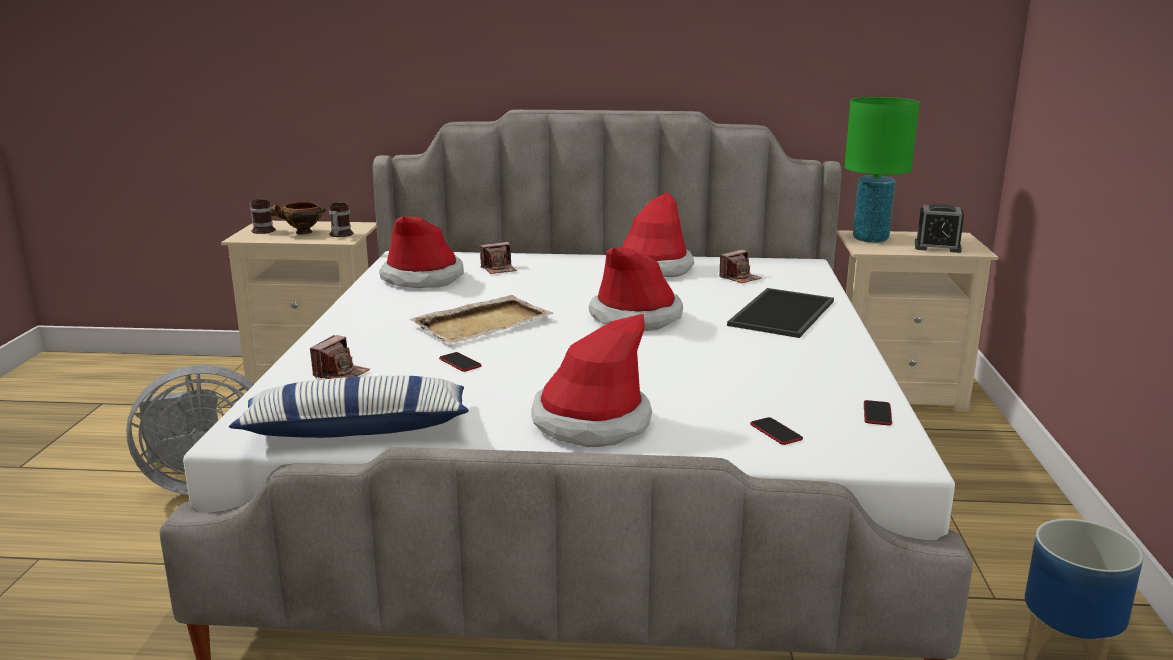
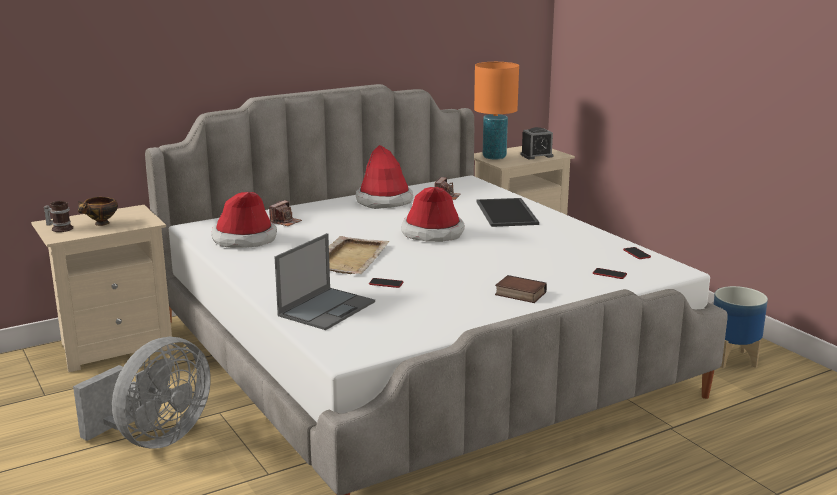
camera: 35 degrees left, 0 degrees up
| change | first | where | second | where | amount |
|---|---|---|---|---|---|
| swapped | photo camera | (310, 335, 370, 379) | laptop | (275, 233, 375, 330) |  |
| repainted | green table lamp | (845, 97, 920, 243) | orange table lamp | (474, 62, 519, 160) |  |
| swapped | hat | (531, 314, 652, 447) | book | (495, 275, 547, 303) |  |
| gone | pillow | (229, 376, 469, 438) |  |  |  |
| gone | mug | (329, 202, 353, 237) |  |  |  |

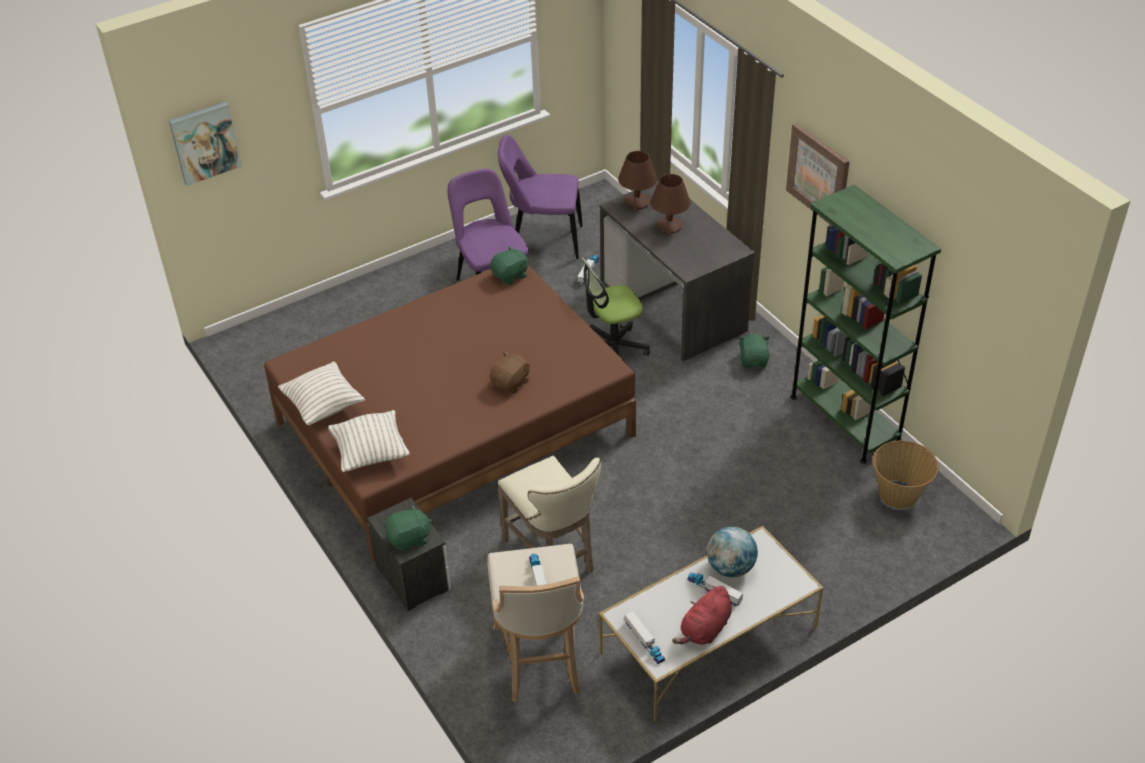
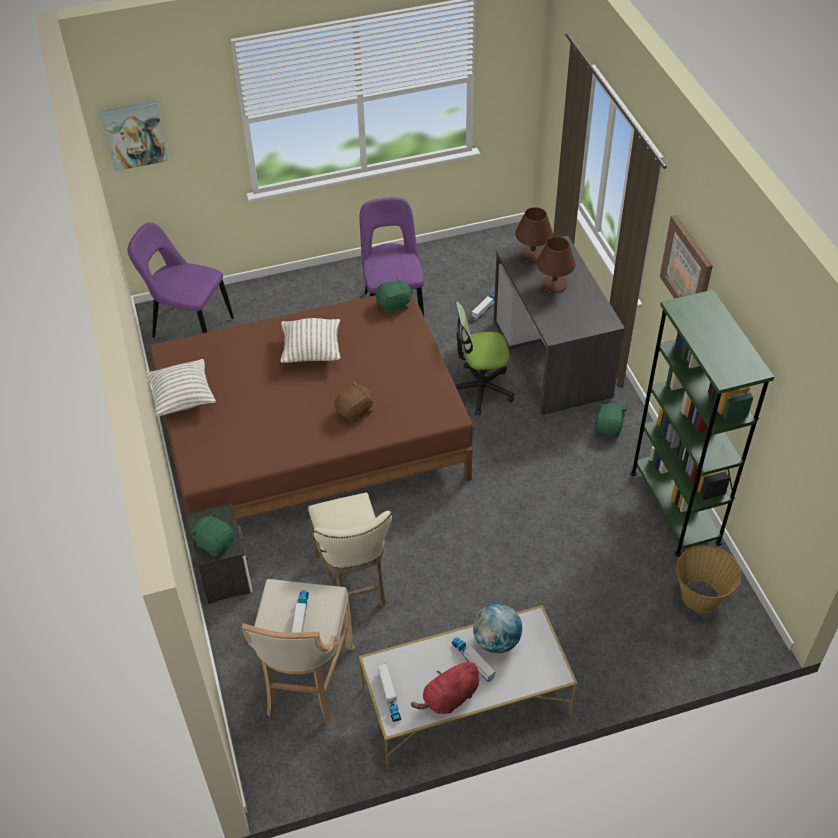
camera: 15 degrees right, 5 degrees up
| change | first | where | second | where | amount |
|---|---|---|---|---|---|
| shifted | purple chair | (498, 135, 583, 259) |  | (127, 222, 234, 338) |  |
| rotated | green plush toy | (385, 505, 433, 552) |  | (191, 512, 234, 557) | 135 degrees counterclockwise |
| shifted | pillow | (328, 410, 410, 472) |  | (281, 318, 341, 363) |  |

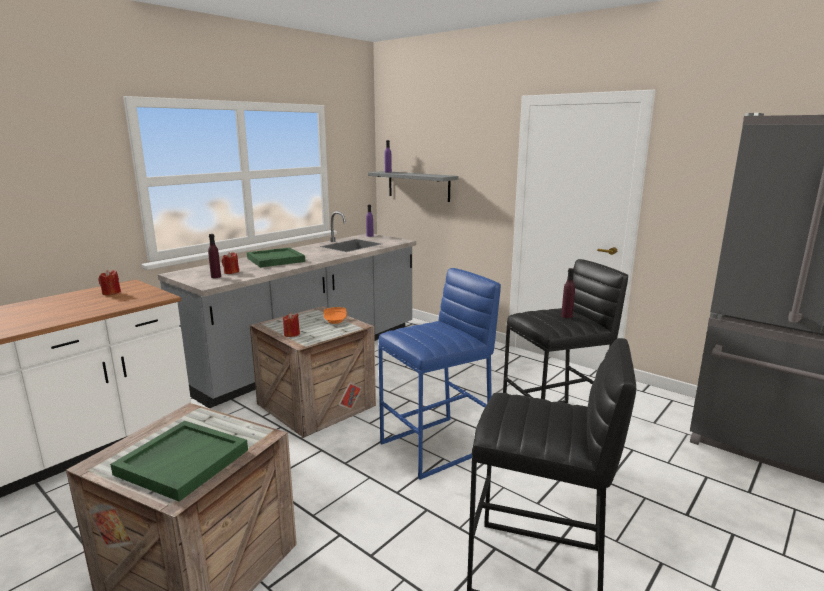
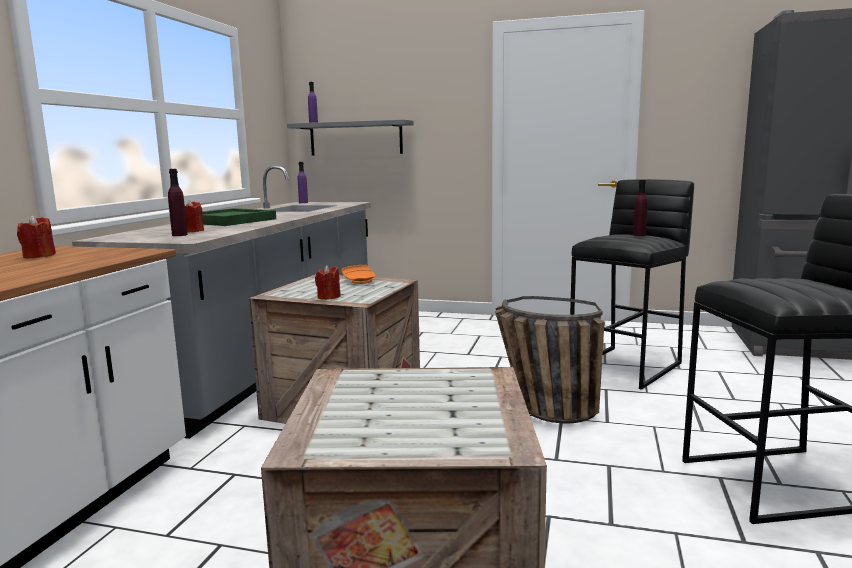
camera: 25 degrees left, 5 degrees down
| change | first | where | second | where | amount |
|---|---|---|---|---|---|
| swapped | blue stool | (378, 268, 501, 480) | basket | (495, 296, 605, 423) |  |
| gone | green tray | (110, 421, 248, 501) |  |  |  |

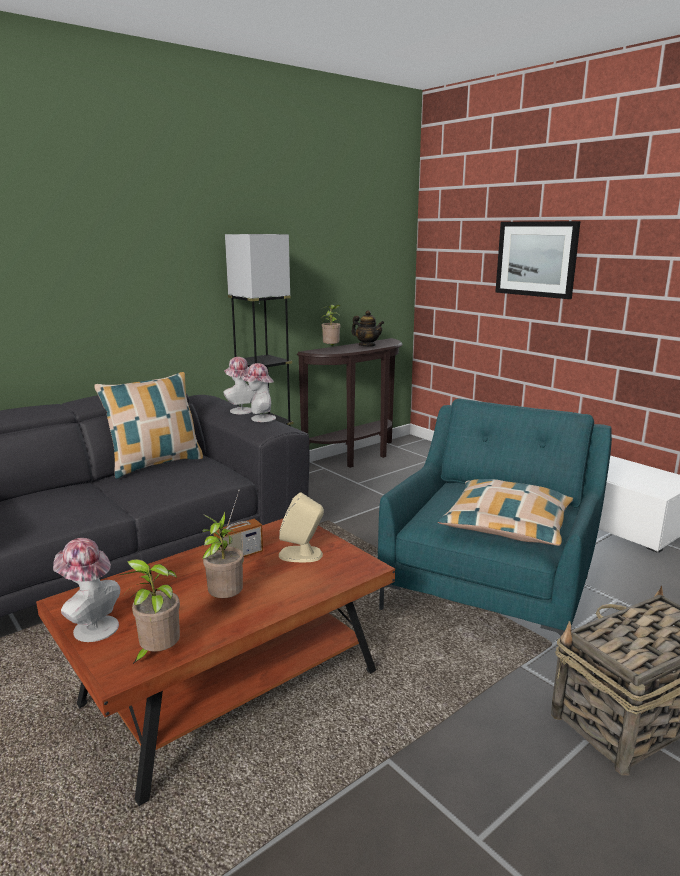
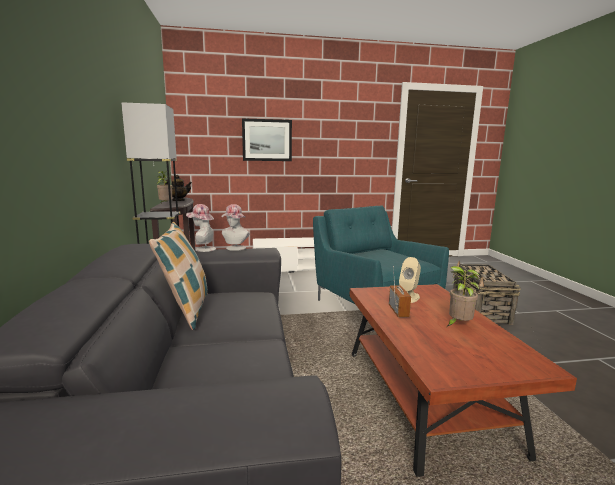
camera: 60 degrees left, 5 degrees down
| change | first | where | second | where | amount |
|---|---|---|---|---|---|
| gone | hat | (53, 538, 120, 642) |  |  |  |
| gone | potted plant | (117, 559, 180, 664) |  |  |  |
| gone | pillow | (438, 479, 573, 546) |  |  |  |

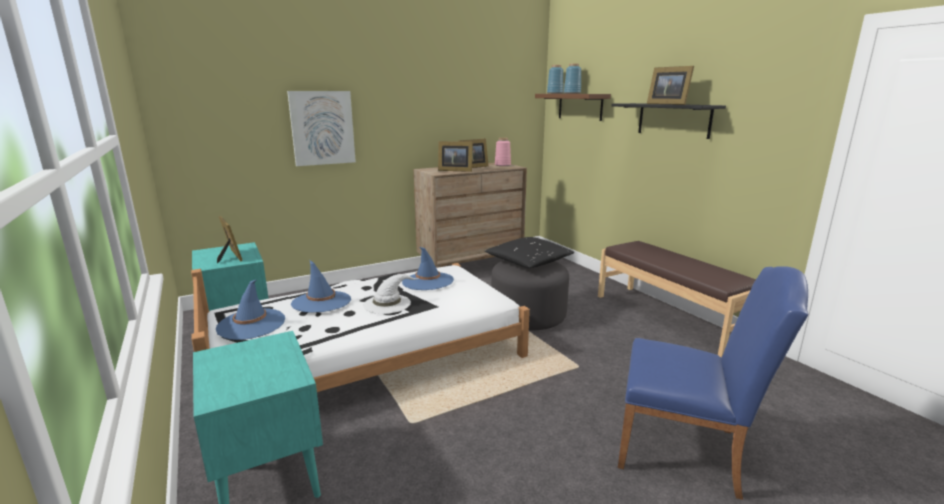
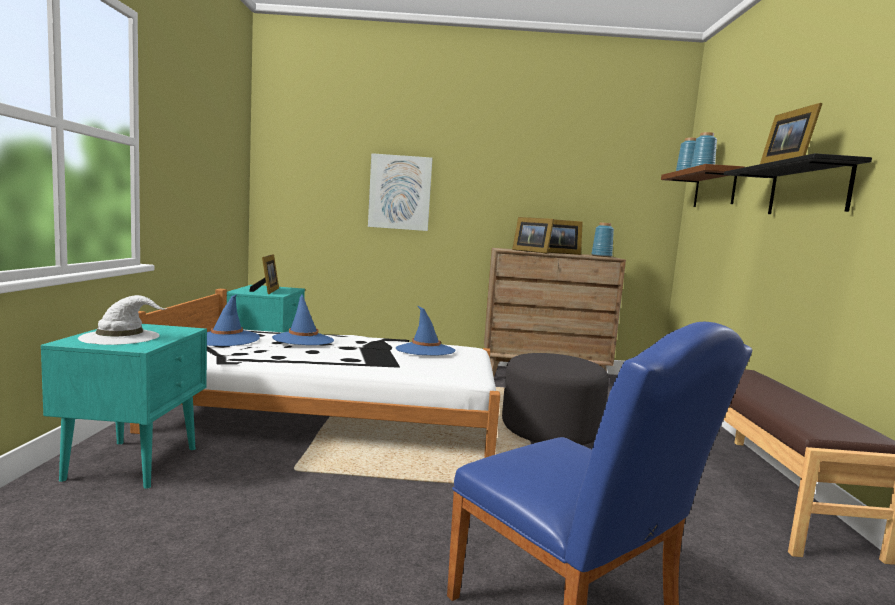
camera: 30 degrees right, 10 degrees down
| change | first | where | second | where | amount |
|---|---|---|---|---|---|
| shifted | white hat | (363, 274, 418, 314) |  | (78, 295, 168, 345) |  |
| repainted | pink vase | (495, 138, 511, 166) | blue vase | (591, 223, 614, 257) |  |
| gone | black pillow | (485, 237, 575, 268) |  |  |  |

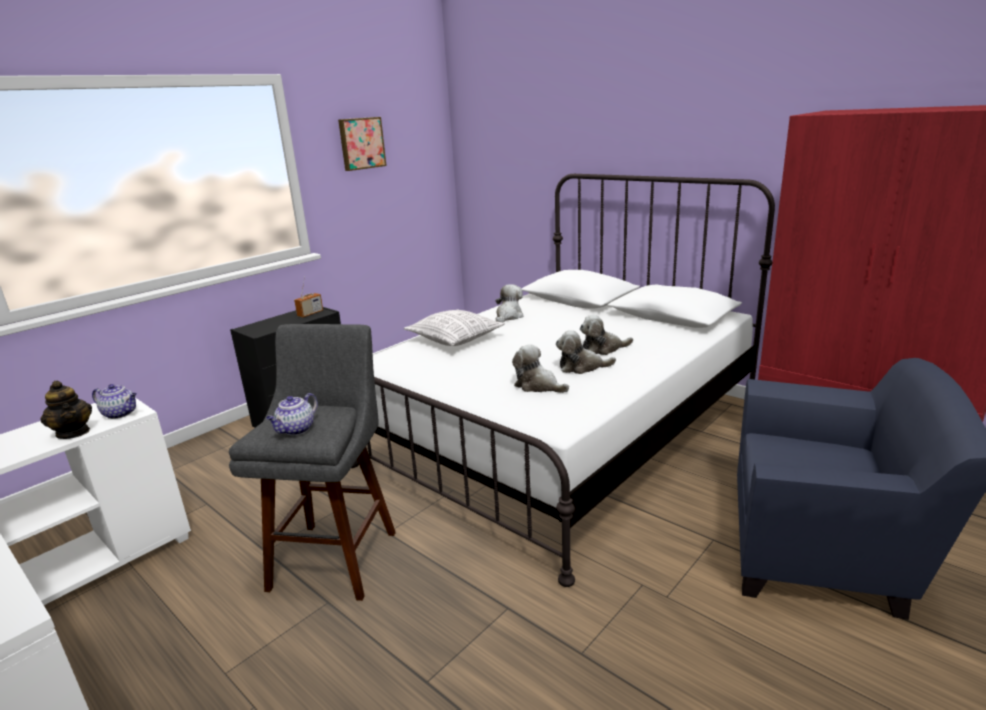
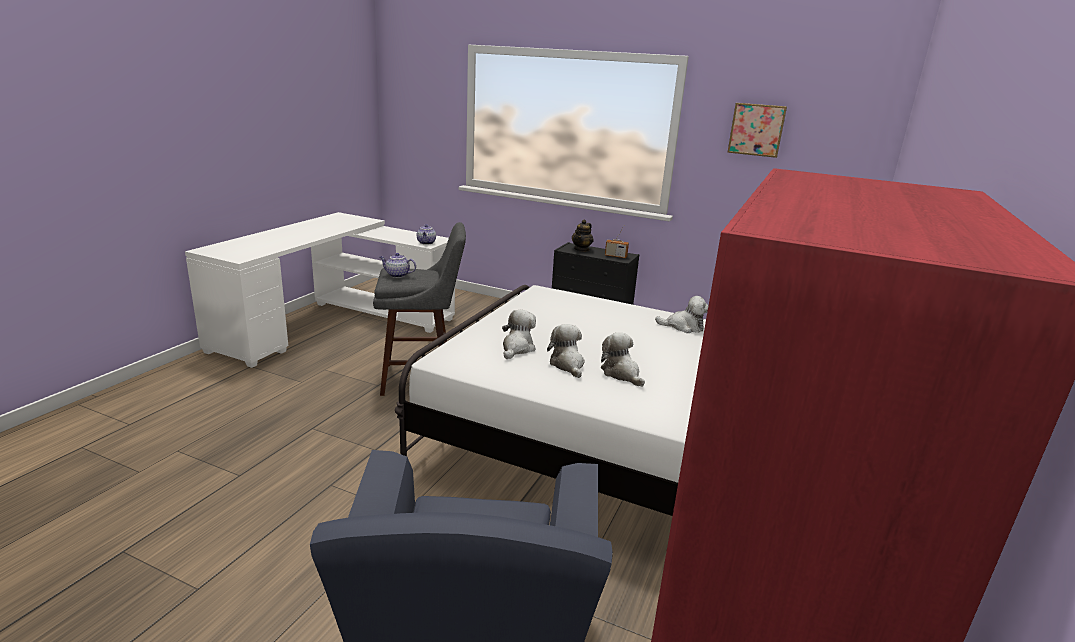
camera: 70 degrees right, 0 degrees up
| change | first | where | second | where | amount |
|---|---|---|---|---|---|
| shifted | teapot | (40, 381, 92, 439) |  | (572, 219, 593, 252) |  |
| gone | pillow | (404, 310, 505, 346) |  |  |  |

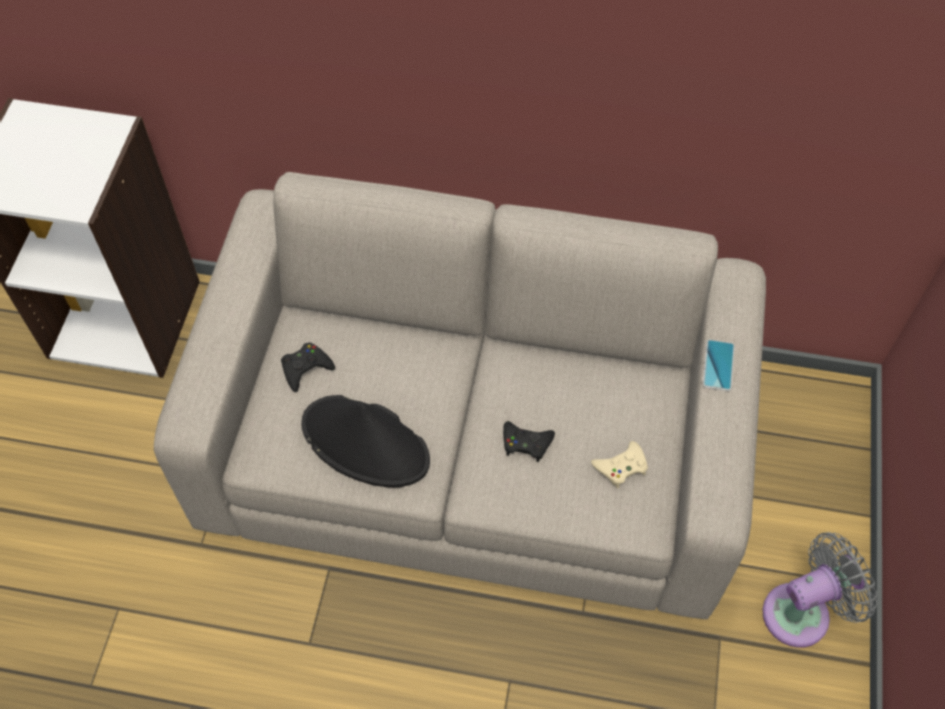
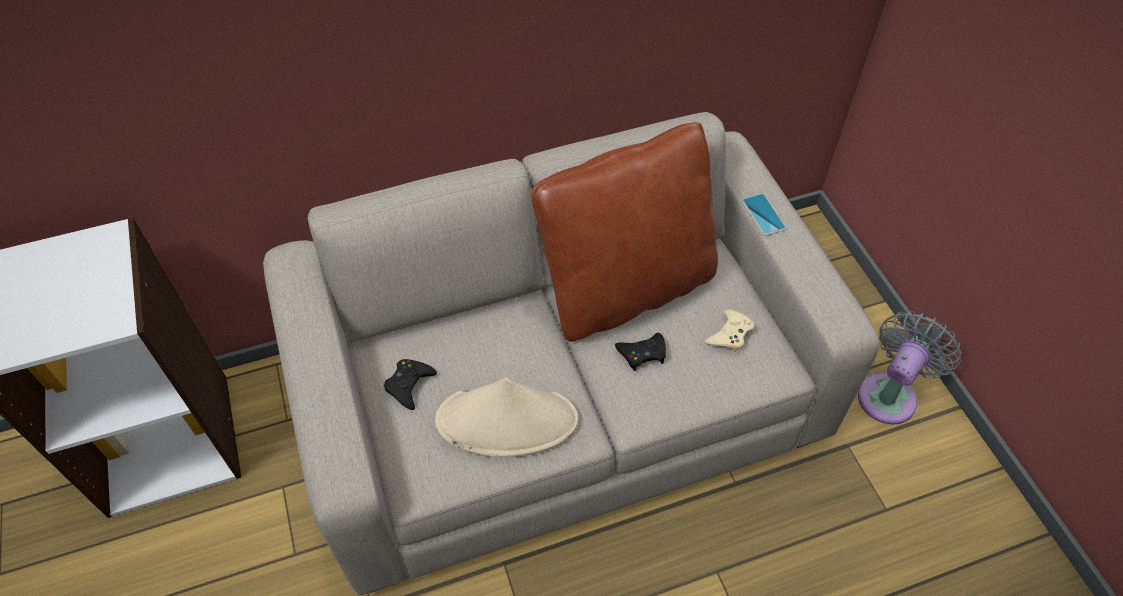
camera: 30 degrees left, 5 degrees down
| change | first | where | second | where | amount |
|---|---|---|---|---|---|
| repainted | black hat | (301, 395, 430, 488) | beige hat | (435, 378, 578, 458) |  |
| new |  |  | brown pillow | (531, 122, 718, 342) |  |

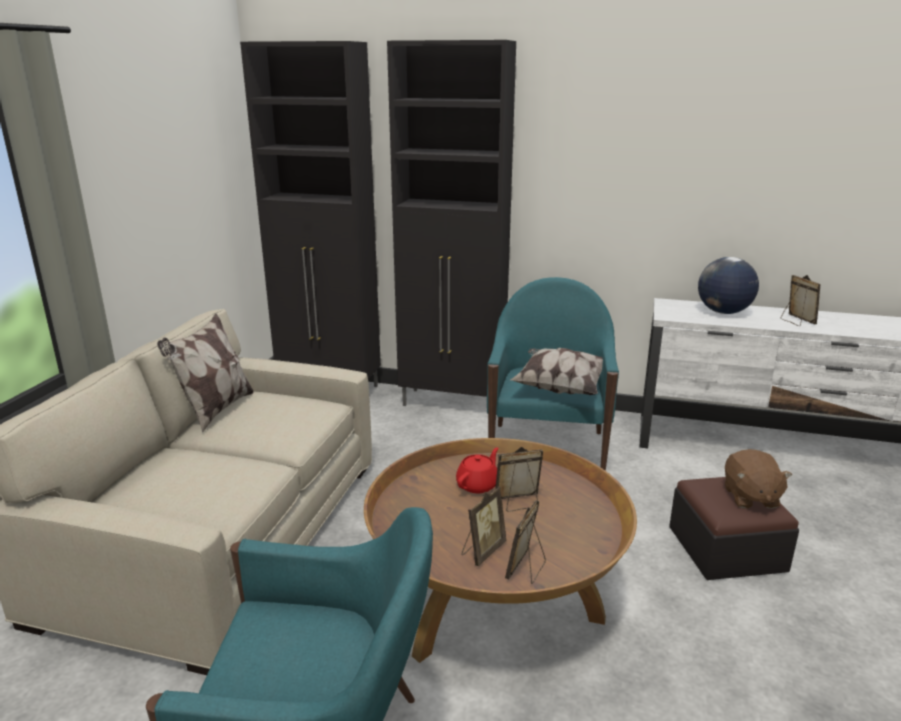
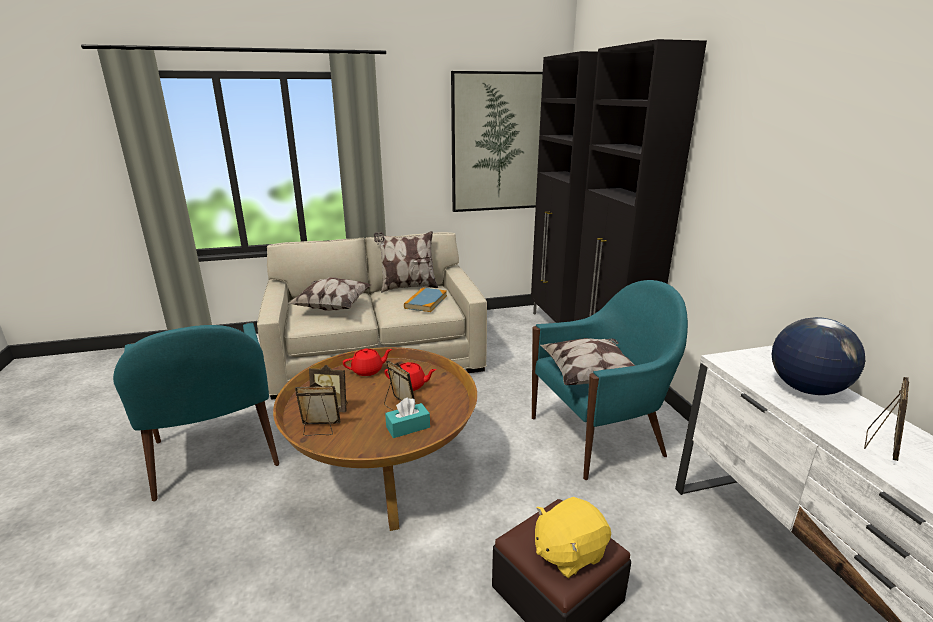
camera: 60 degrees right, 0 degrees up
| change | first | where | second | where | amount |
|---|---|---|---|---|---|
| new |  |  | pillow | (287, 277, 371, 311) |  |
| new |  |  | red teapot | (343, 348, 392, 376) |  |
| new |  |  | turquoise tissue box | (385, 397, 430, 438) |  |
| new |  |  | book | (404, 287, 447, 312) |  |
| new |  |  | picture | (451, 71, 543, 212) |  |
| repainted | brown plush toy | (725, 449, 792, 508) | yellow plush toy | (535, 497, 611, 578) |  |

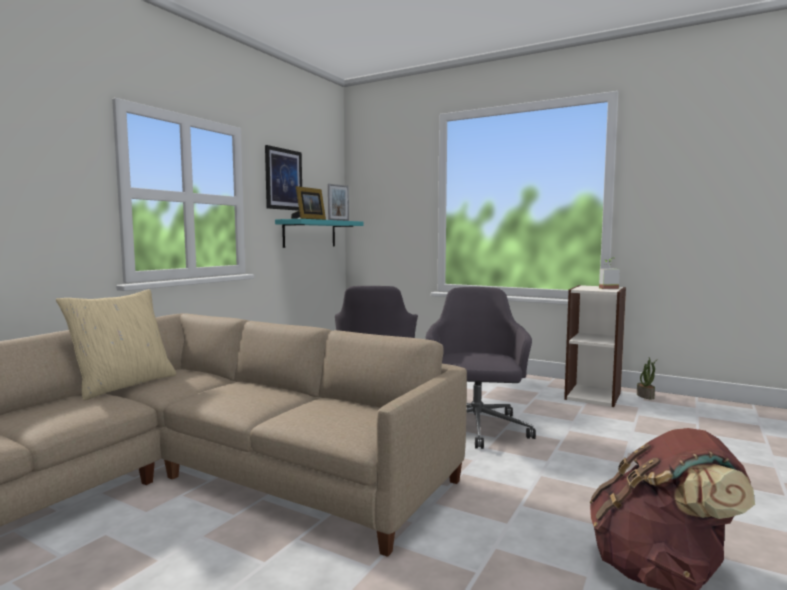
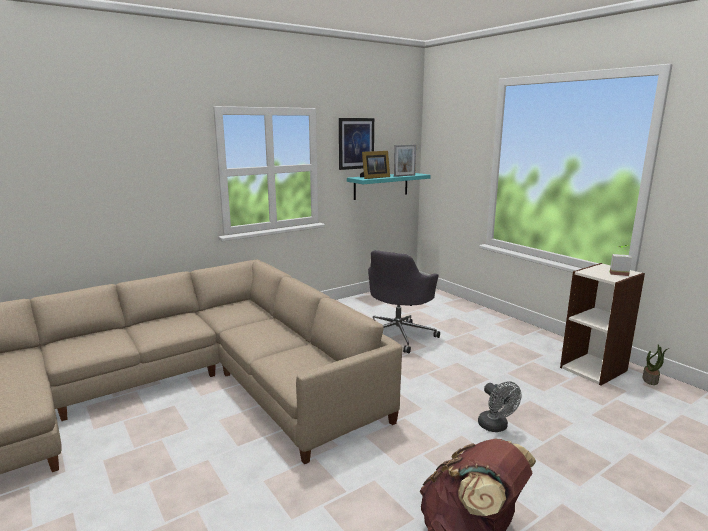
camera: 25 degrees right, 10 degrees up
| change | first | where | second | where | amount |
|---|---|---|---|---|---|
| new |  |  | grey fan | (478, 381, 521, 432) |  |
| gone | beige pillow | (56, 289, 176, 401) |  |  |  |
| gone | grey office chair | (426, 287, 536, 449) |  |  |  |

